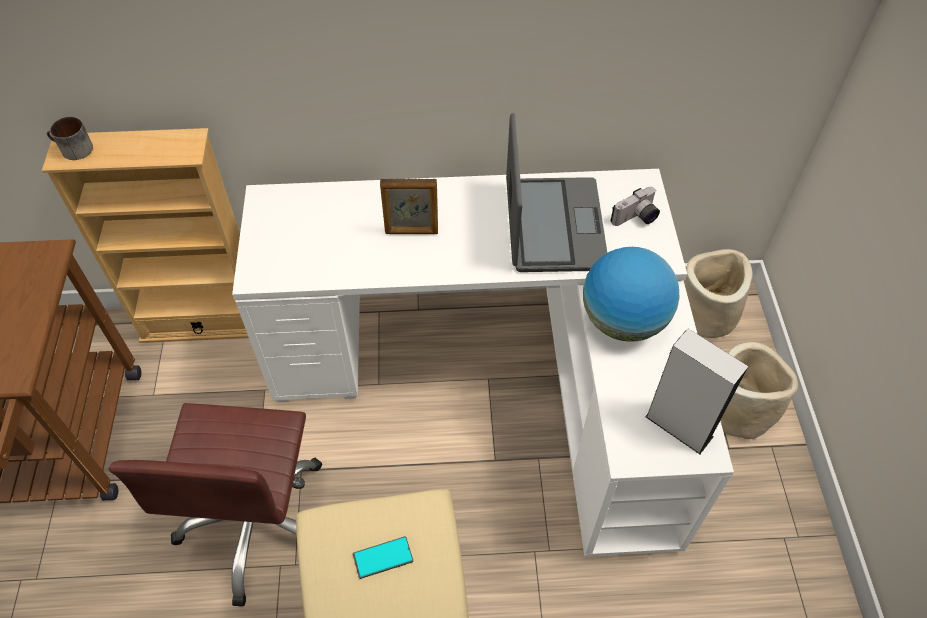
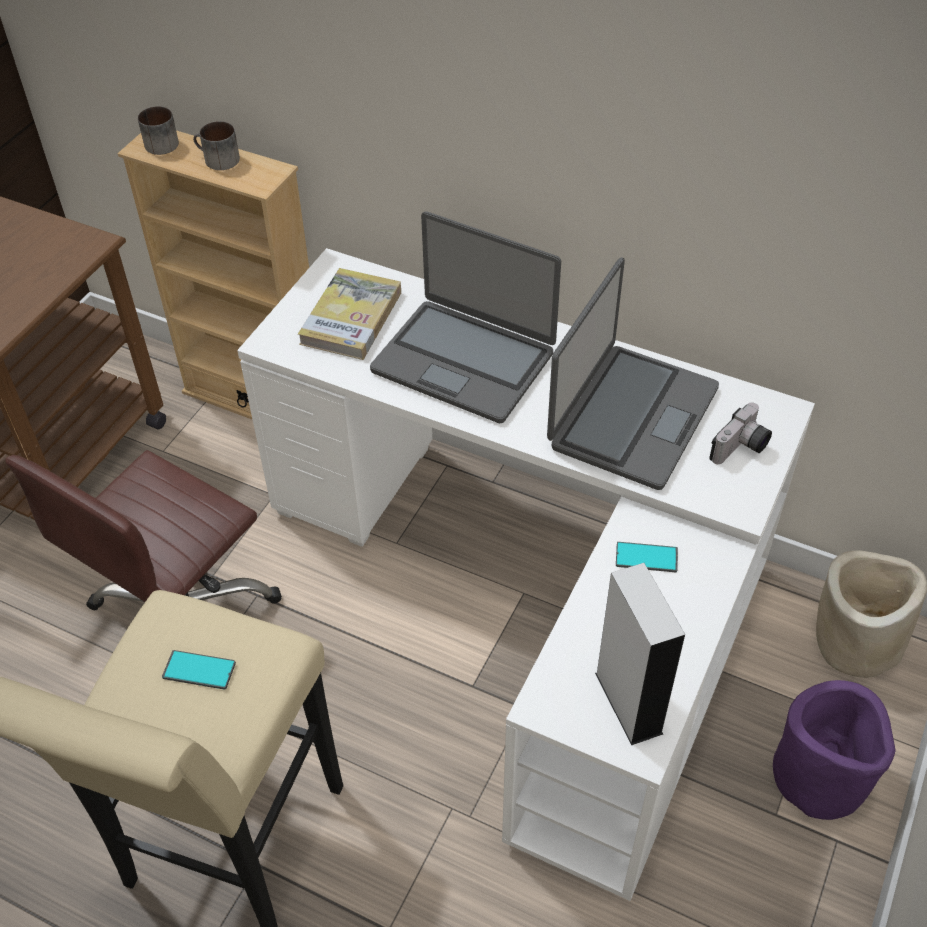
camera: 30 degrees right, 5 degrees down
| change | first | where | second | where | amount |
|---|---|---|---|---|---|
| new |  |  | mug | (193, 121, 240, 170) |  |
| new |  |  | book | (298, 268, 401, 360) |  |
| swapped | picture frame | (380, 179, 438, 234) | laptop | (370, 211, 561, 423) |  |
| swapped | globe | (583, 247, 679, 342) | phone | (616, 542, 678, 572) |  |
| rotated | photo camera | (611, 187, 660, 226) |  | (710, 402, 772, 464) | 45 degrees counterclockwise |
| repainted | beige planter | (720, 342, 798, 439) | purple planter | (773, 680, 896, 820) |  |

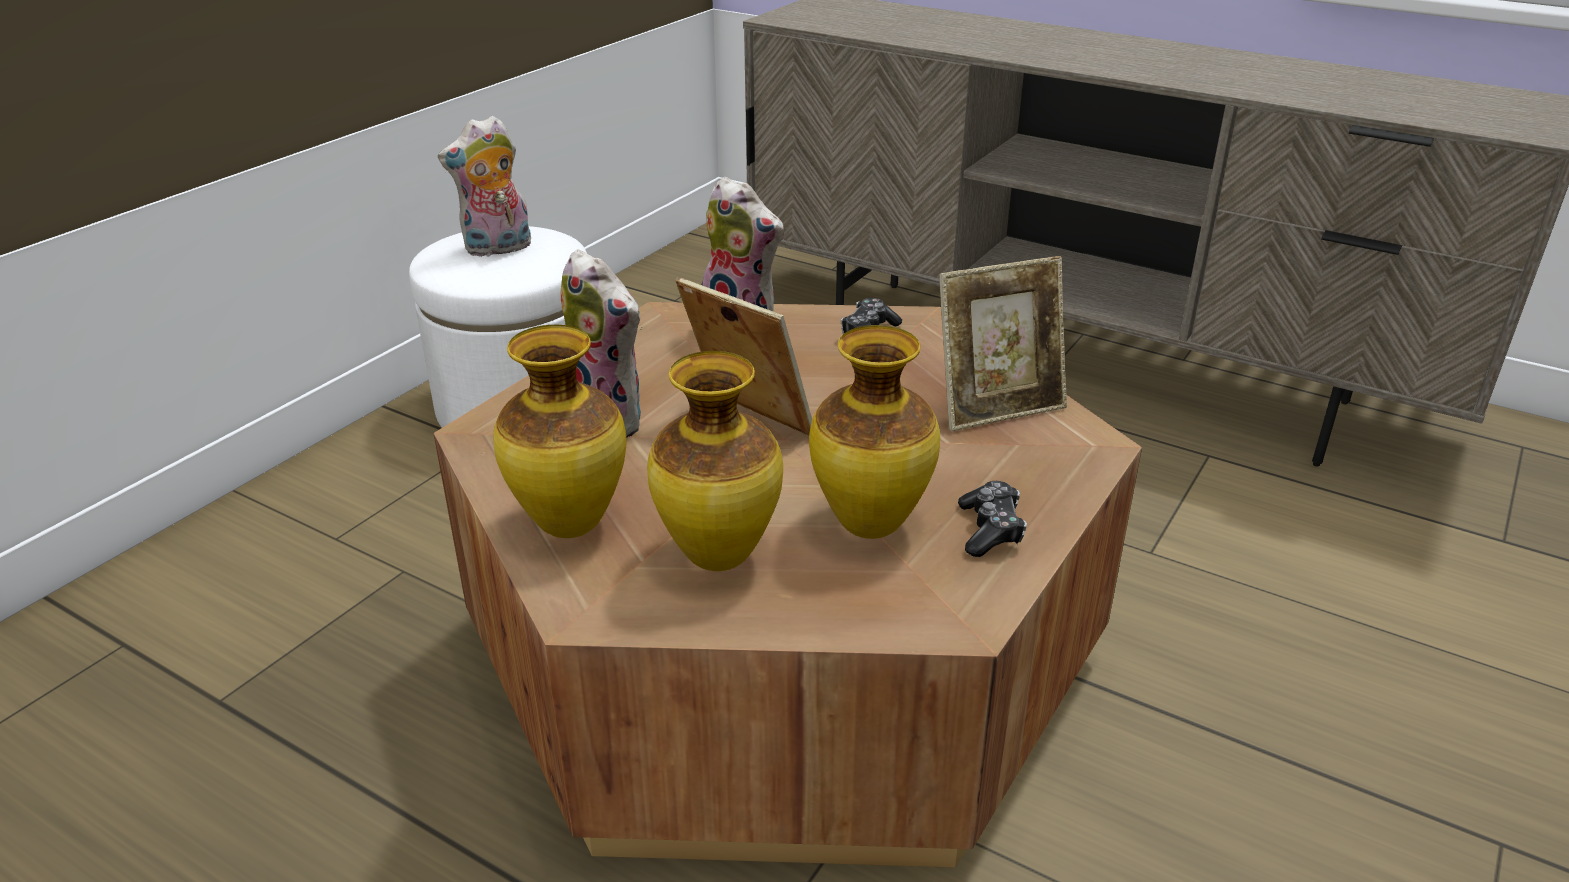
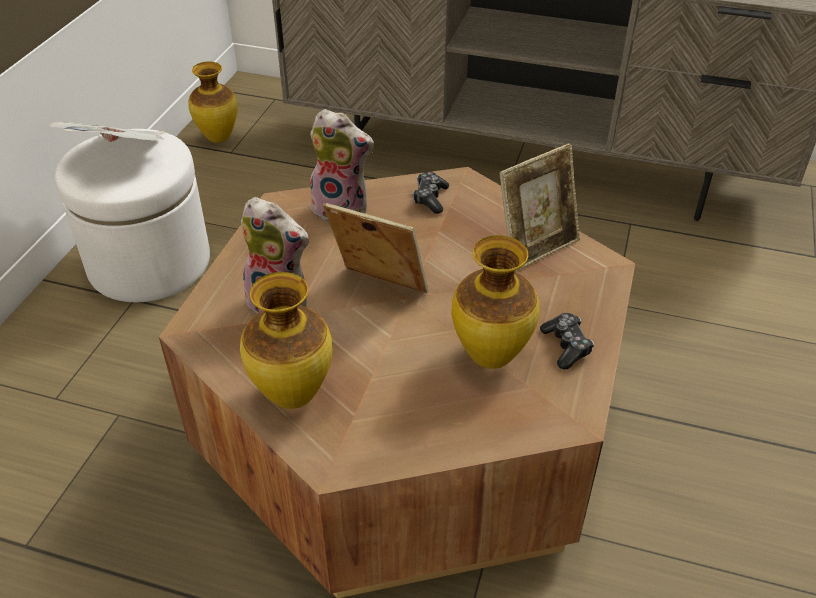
camera: 15 degrees left, 10 degrees up
| change | first | where | second | where | amount |
|---|---|---|---|---|---|
| swapped | plush toy | (438, 115, 531, 257) | newspaper | (49, 122, 165, 142) |  |
| shifted | vase | (647, 351, 783, 571) |  | (188, 62, 238, 143) |  |

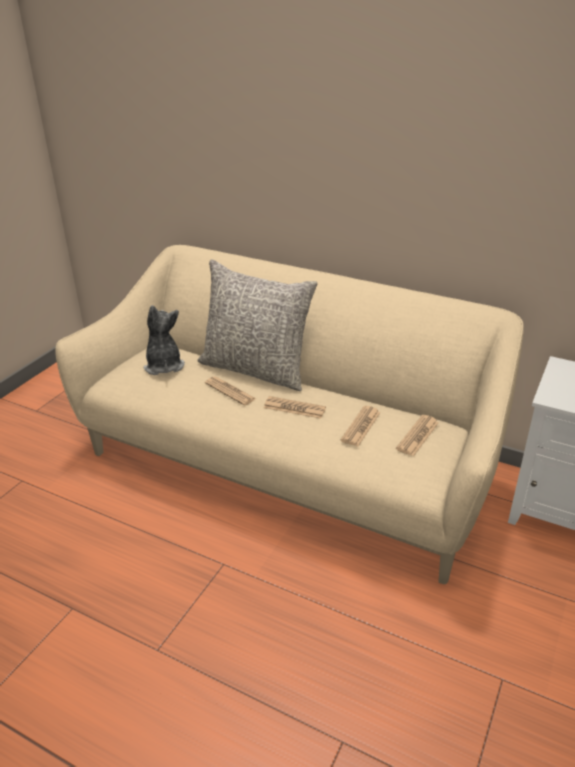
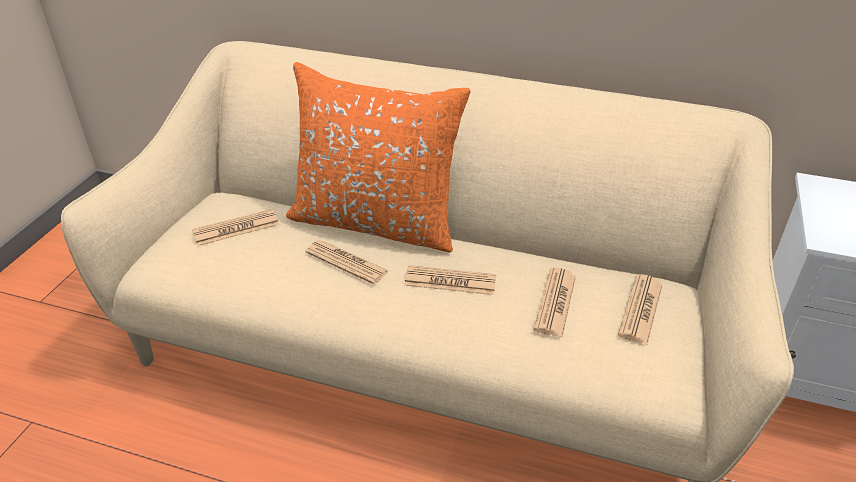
camera: 10 degrees left, 5 degrees up
| change | first | where | second | where | amount |
|---|---|---|---|---|---|
| swapped | plush toy | (144, 305, 185, 375) | newspaper | (192, 209, 279, 246) |  |
| repainted | grey pillow | (198, 259, 317, 391) | orange pillow | (286, 62, 470, 253) |  |

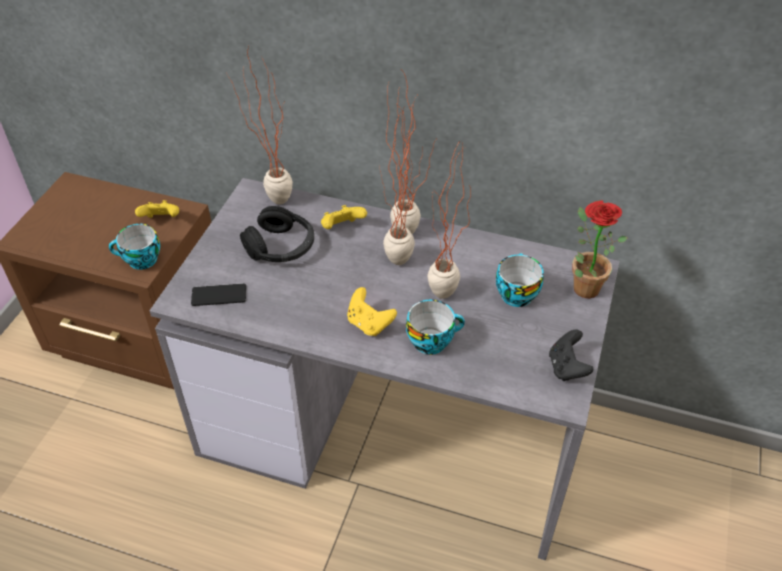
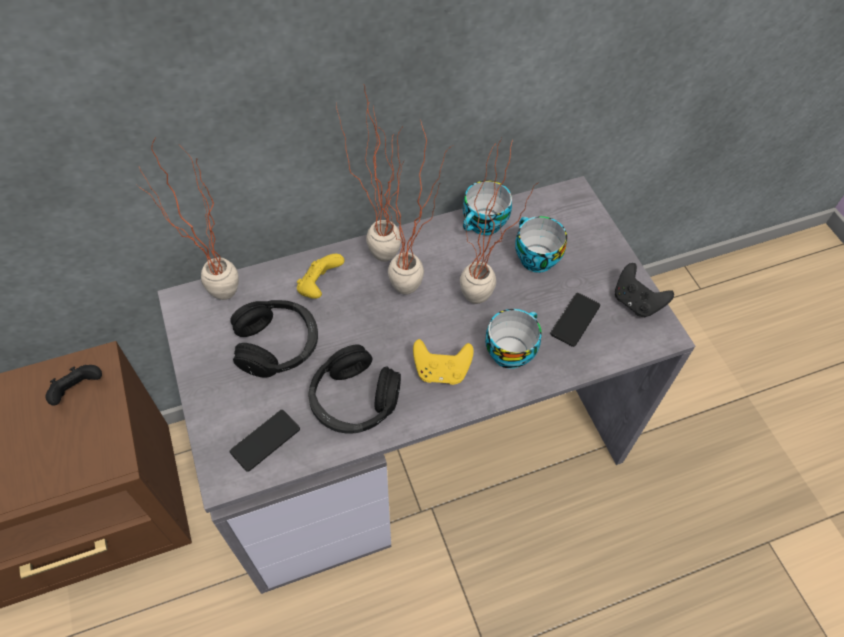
camera: 40 degrees left, 10 degrees up
| change | first | where | second | where | amount |
|---|---|---|---|---|---|
| repainted | yellow game controller | (135, 200, 179, 218) | black game controller | (46, 365, 102, 406) |  |
| new |  |  | black headphones | (309, 345, 401, 434) |  |
| shifted | cup | (109, 224, 160, 270) |  | (463, 180, 512, 235) |  |
| new |  |  | phone | (550, 293, 600, 347) |  |
| gone | potted plant | (572, 201, 627, 298) |  |  |  |

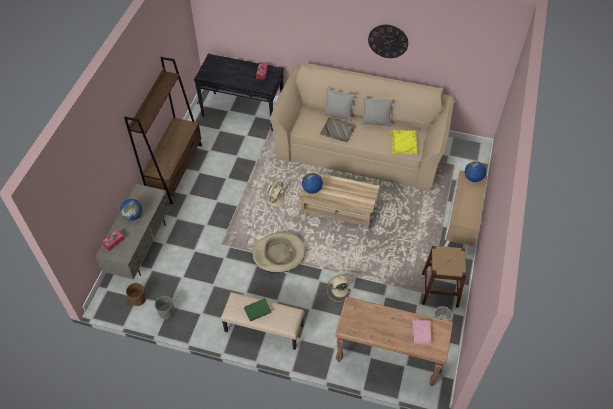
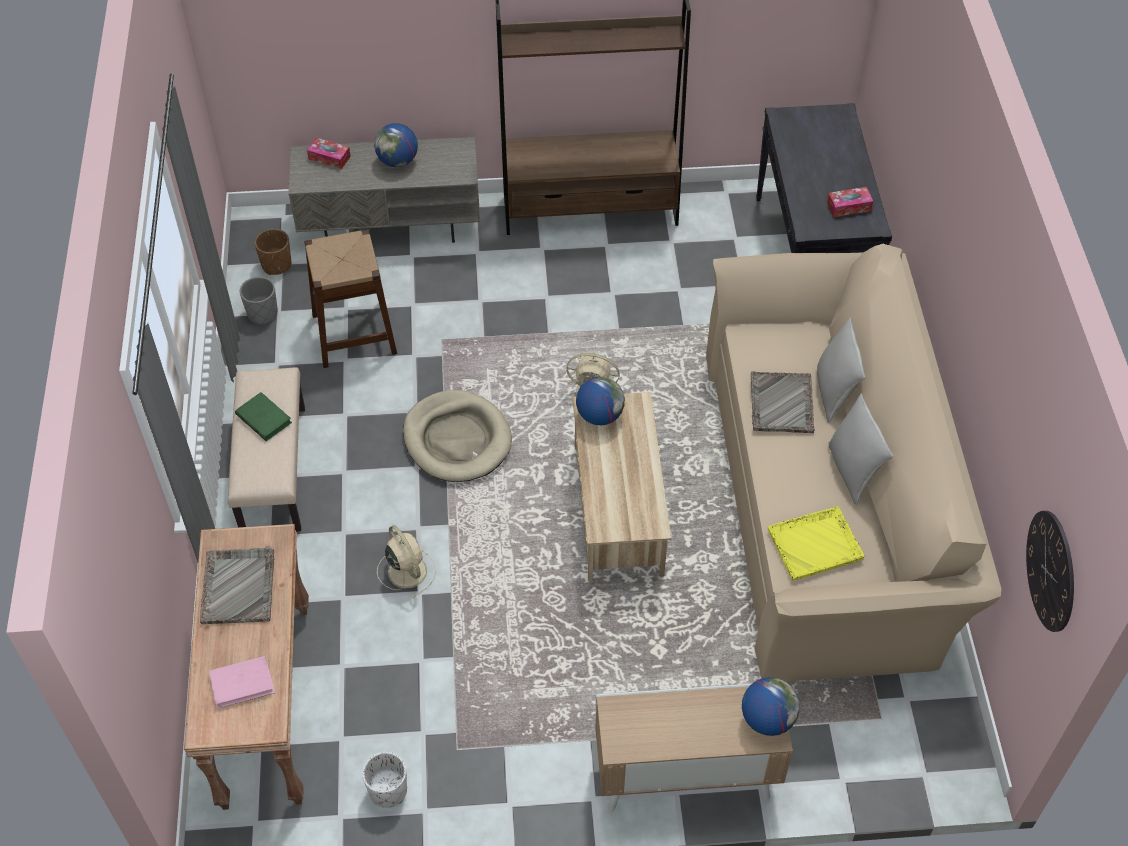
camera: 70 degrees right, 0 degrees up
| change | first | where | second | where | amount |
|---|---|---|---|---|---|
| new |  |  | grey tray | (200, 548, 274, 624) |  |
| shifted | brown stool | (422, 246, 466, 308) |  | (304, 229, 397, 368) |  |
| shifted | wall clock | (368, 25, 408, 58) |  | (1026, 511, 1074, 632) |  |

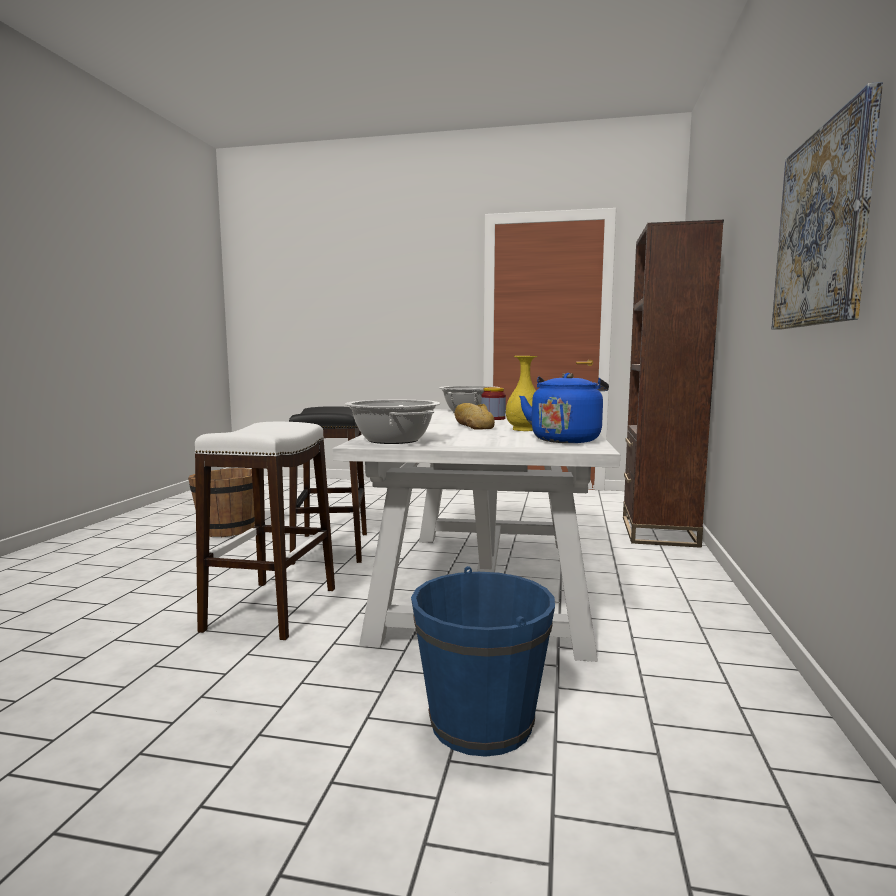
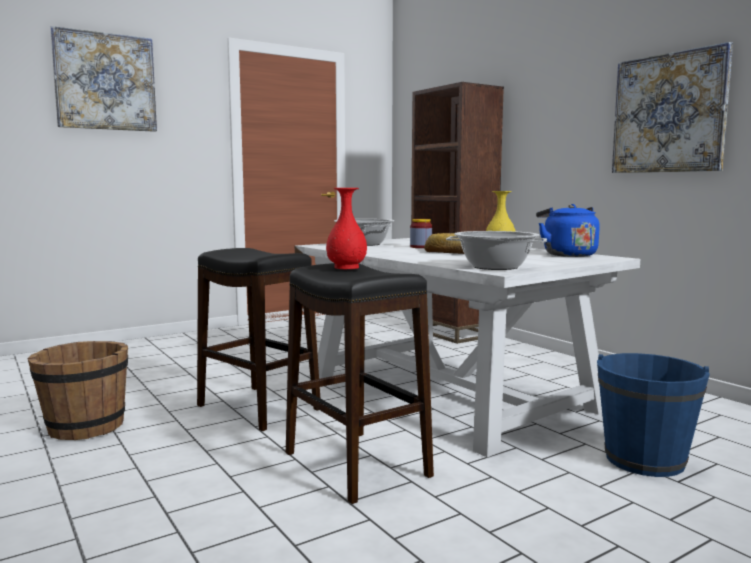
camera: 45 degrees left, 0 degrees up
| change | first | where | second | where | amount |
|---|---|---|---|---|---|
| new |  |  | picture | (50, 26, 157, 132) |  |
| repainted | white stool | (195, 422, 335, 640) | black stool | (286, 263, 434, 504) |  |
| new |  |  | red vase | (326, 188, 367, 269) |  |

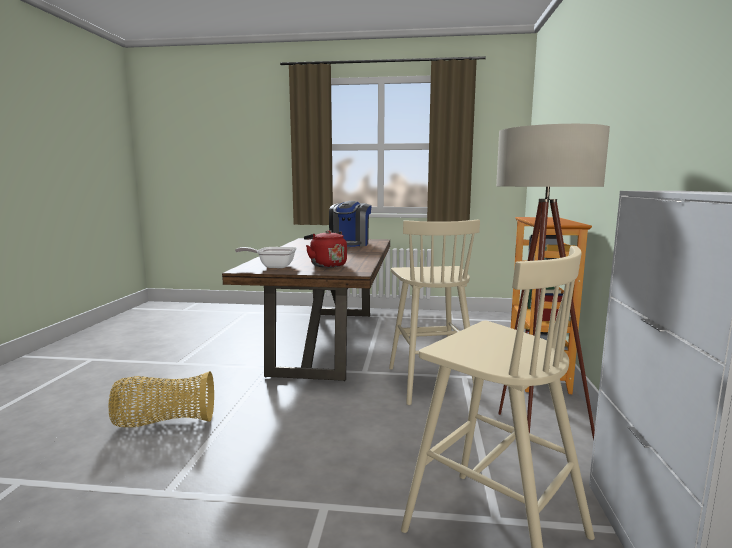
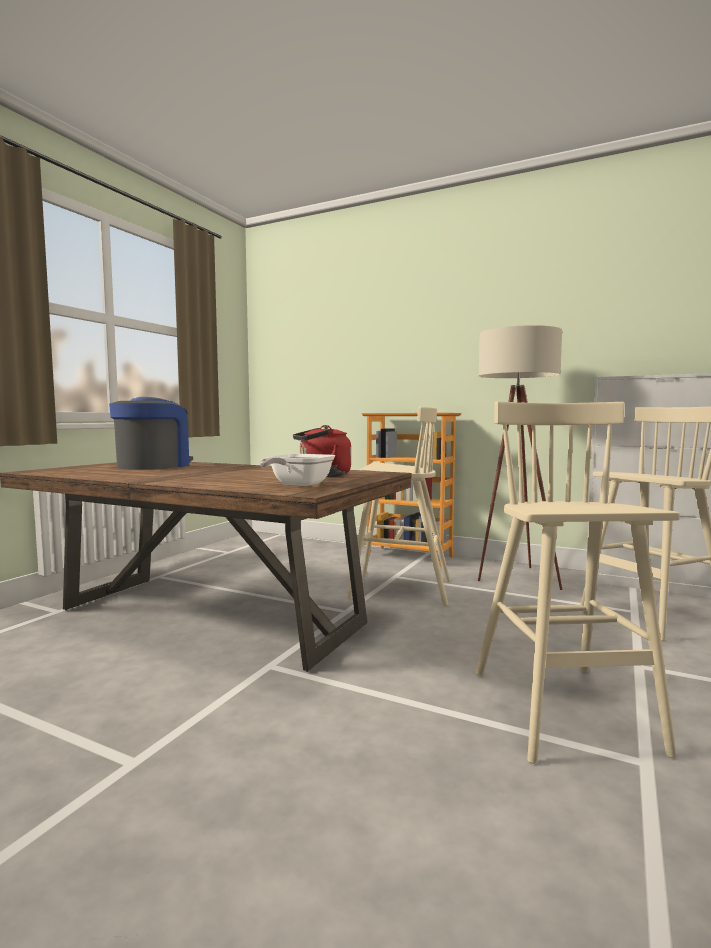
camera: 70 degrees left, 5 degrees down
| change | first | where | second | where | amount |
|---|---|---|---|---|---|
| rotated | coffee machine | (329, 201, 372, 247) |  | (109, 397, 193, 470) | 105 degrees counterclockwise |
| new |  |  | beige stool | (476, 401, 680, 764) |  |
| gone | basket | (108, 371, 214, 427) |  |  |  |

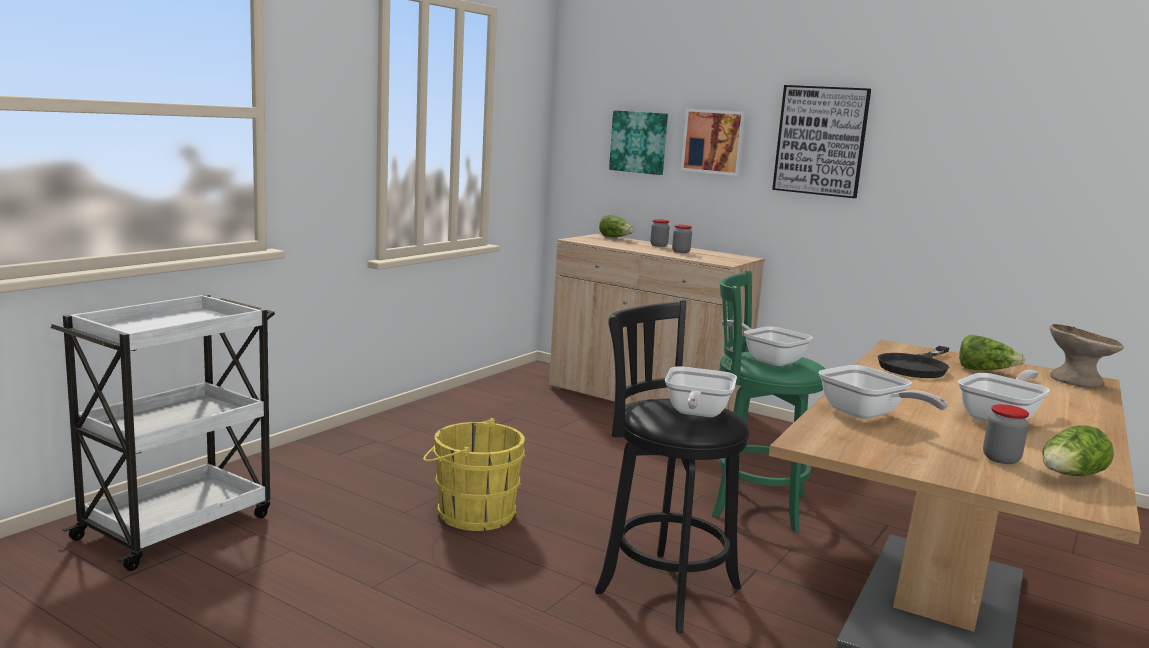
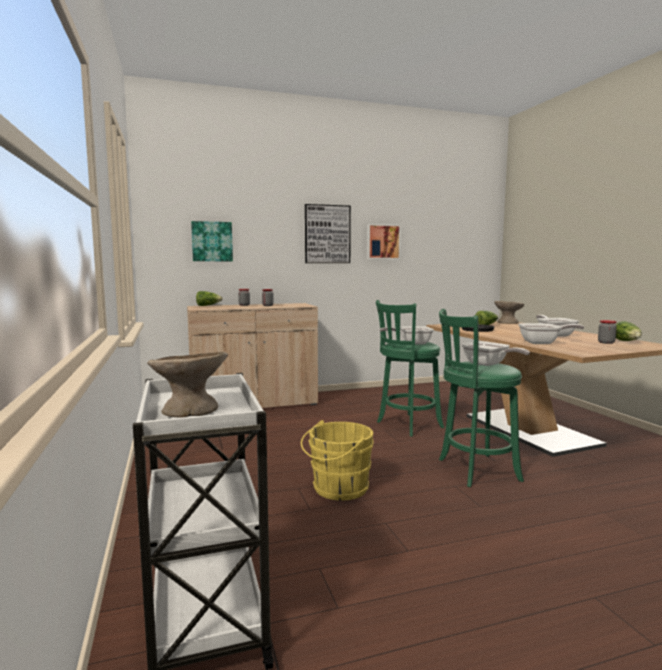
camera: 50 degrees left, 5 degrees down
| change | first | where | second | where | amount |
|---|---|---|---|---|---|
| new |  |  | beige bowl | (147, 352, 228, 418) |  |
| shifted | picture | (681, 109, 747, 176) |  | (367, 224, 401, 259) |  |
| repainted | black stool | (595, 300, 749, 633) | green stool | (439, 309, 524, 487) |  |

